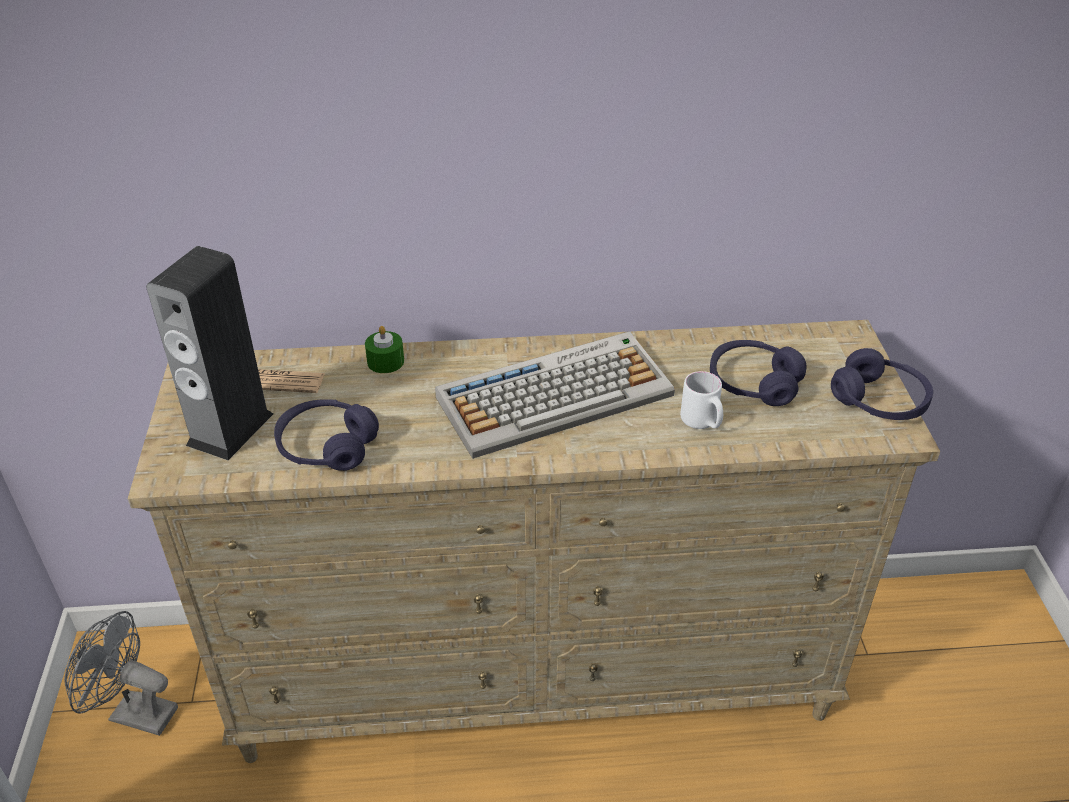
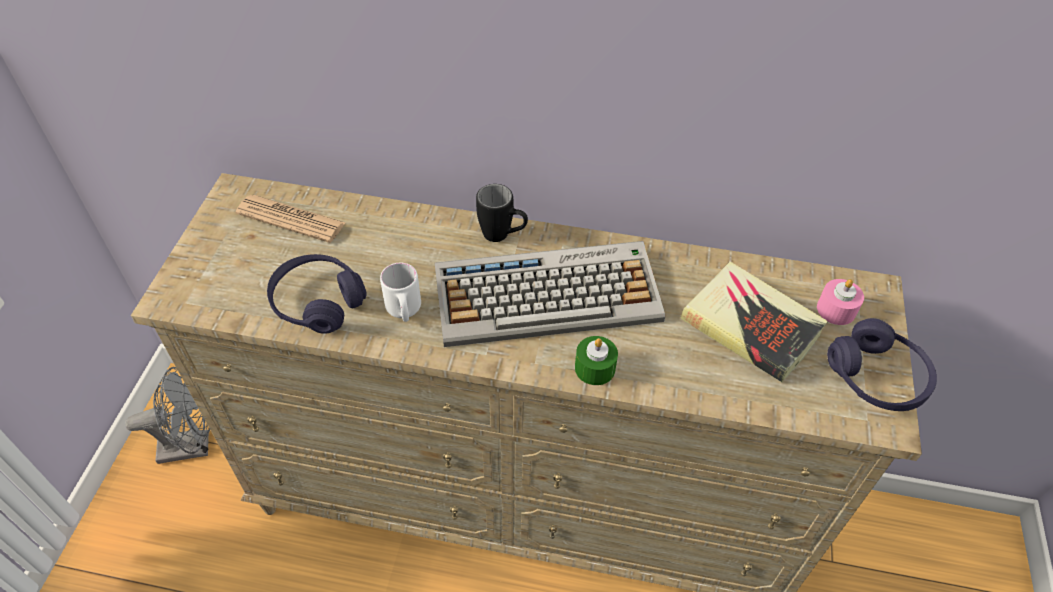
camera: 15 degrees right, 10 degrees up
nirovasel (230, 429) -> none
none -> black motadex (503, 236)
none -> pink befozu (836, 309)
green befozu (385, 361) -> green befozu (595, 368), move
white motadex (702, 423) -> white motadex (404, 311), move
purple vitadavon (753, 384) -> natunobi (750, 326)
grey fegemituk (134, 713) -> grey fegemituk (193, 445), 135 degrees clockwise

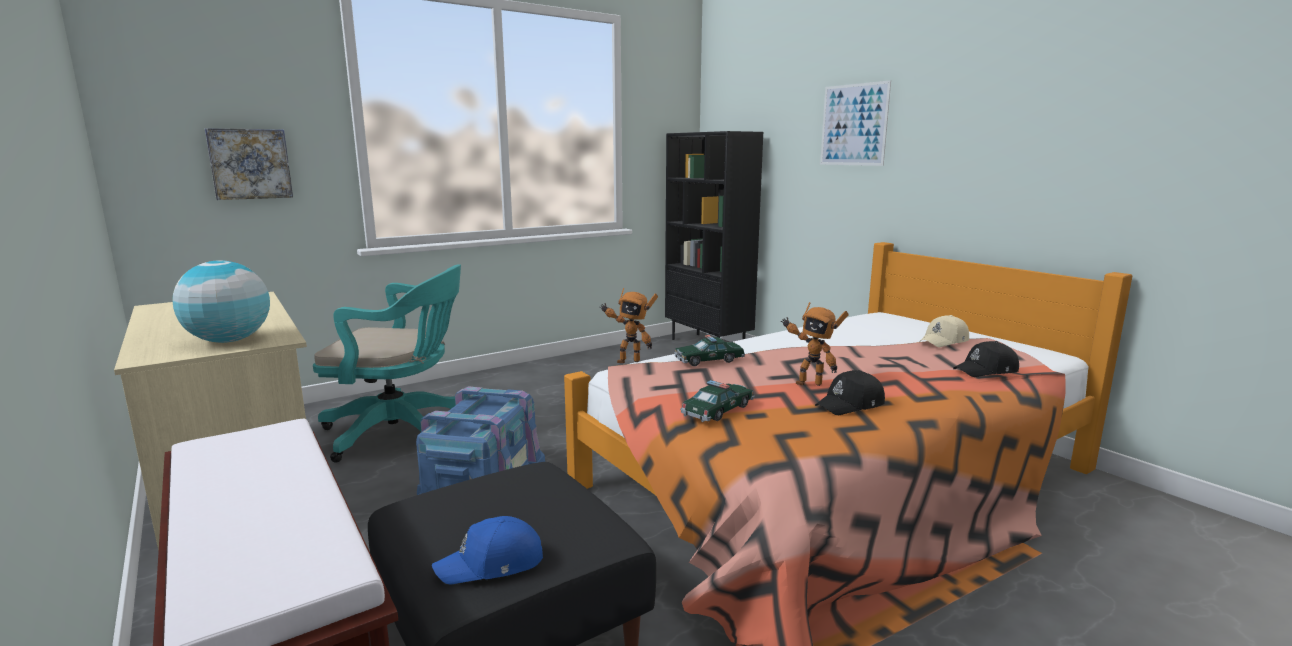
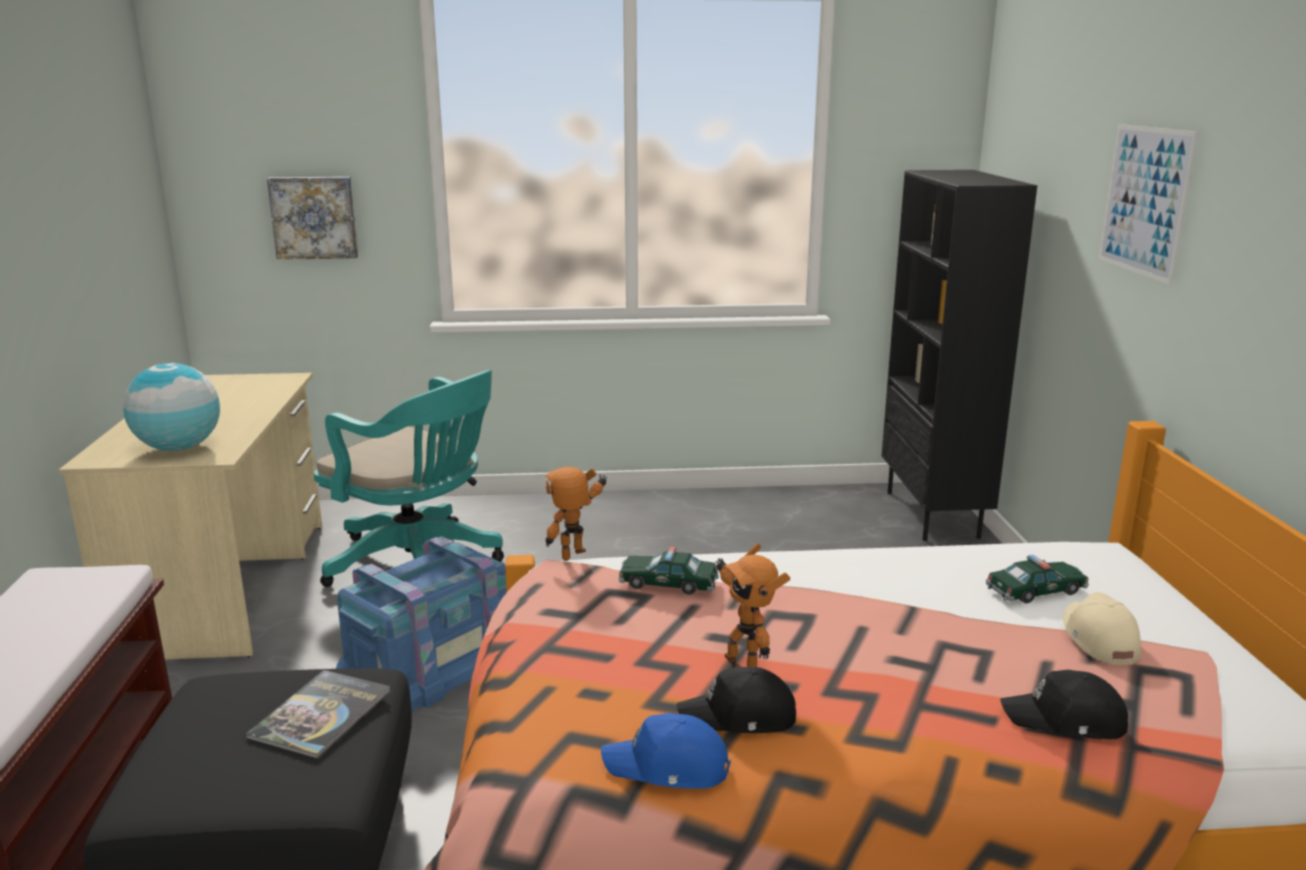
camera: 30 degrees right, 5 degrees up
none -> natunobi (321, 715)
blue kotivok (492, 564) -> blue kotivok (668, 767), move
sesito (718, 410) -> sesito (1036, 591), move
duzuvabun (628, 361) -> duzuvabun (577, 557), 105 degrees clockwise
beige kotivok (944, 341) -> beige kotivok (1097, 639), 90 degrees clockwise

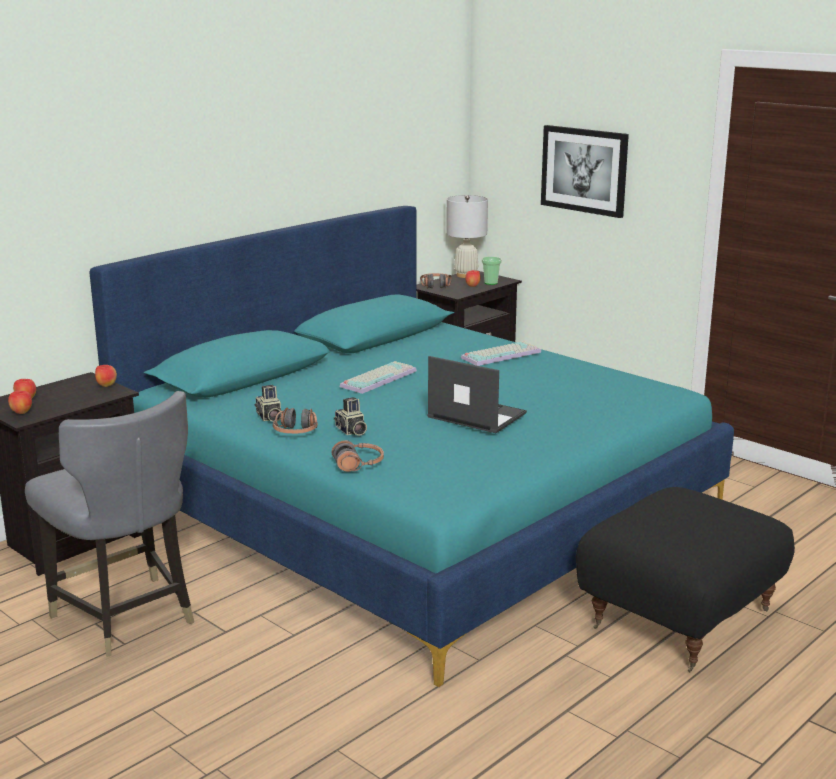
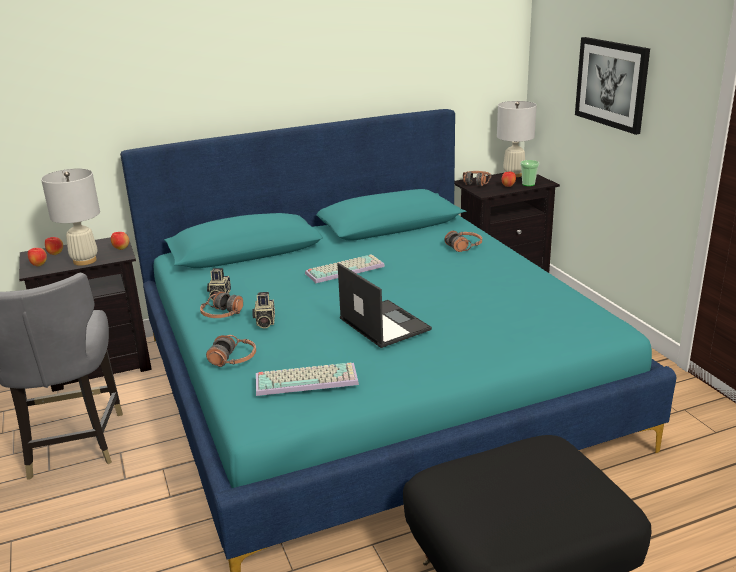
camera: 25 degrees right, 5 degrees up
none -> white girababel (84, 261)
none -> vitadavon (464, 246)
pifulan (501, 354) -> pifulan (307, 379), move

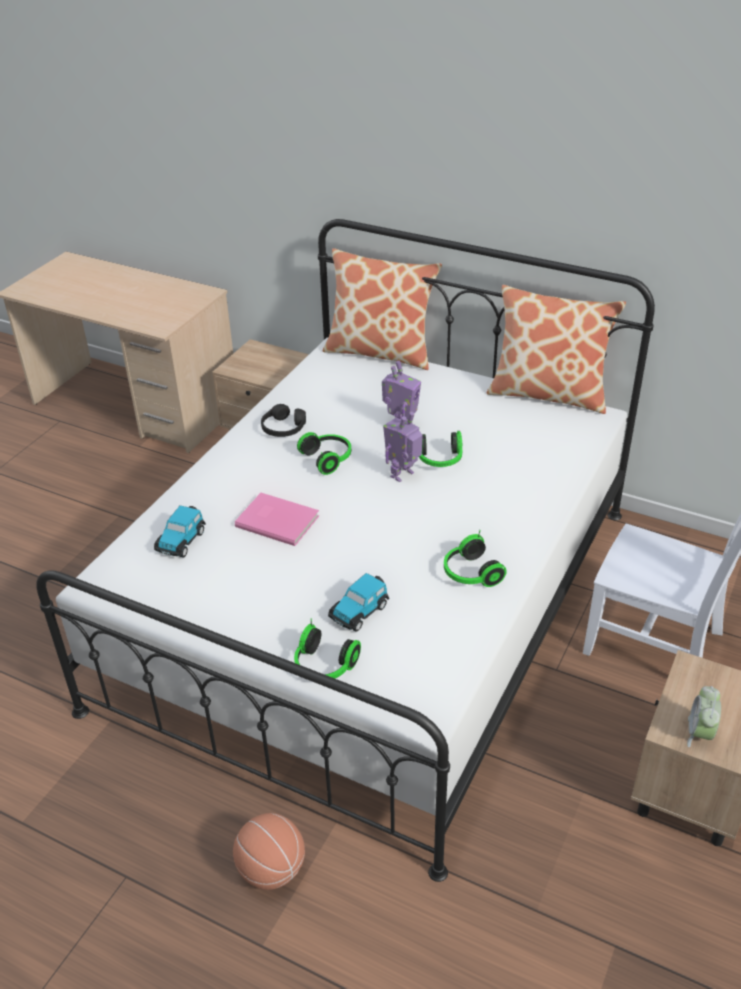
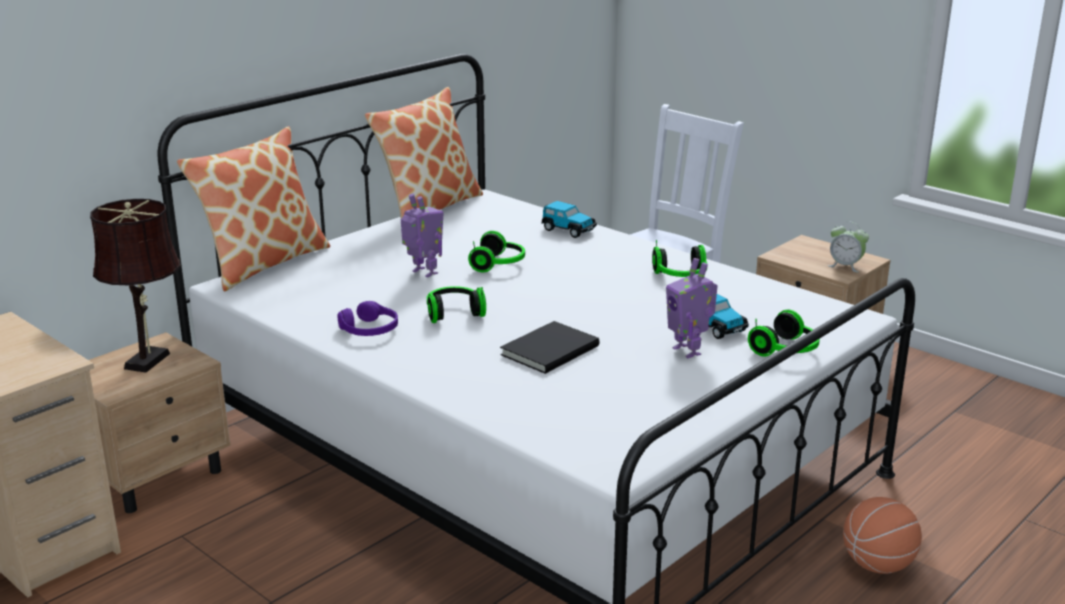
camera: 75 degrees left, 15 degrees down
none -> brown girababel (150, 359)
sesito (181, 540) -> sesito (567, 230), move
duzuvabun (403, 475) -> duzuvabun (688, 351), move
pink natunobi (277, 520) -> black natunobi (547, 350)
black vitadavon (283, 428) -> purple vitadavon (370, 330)

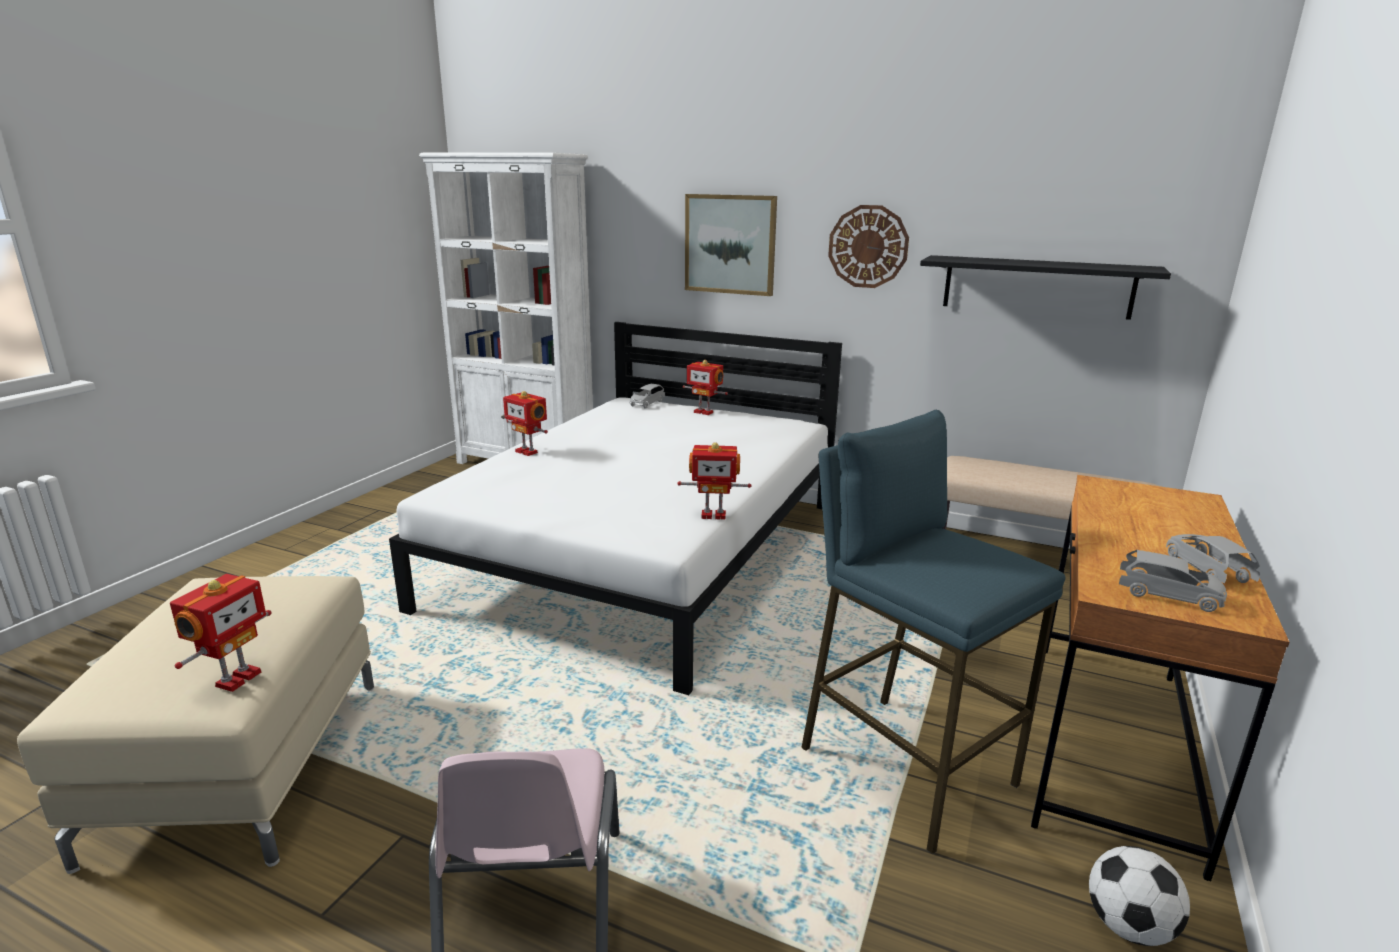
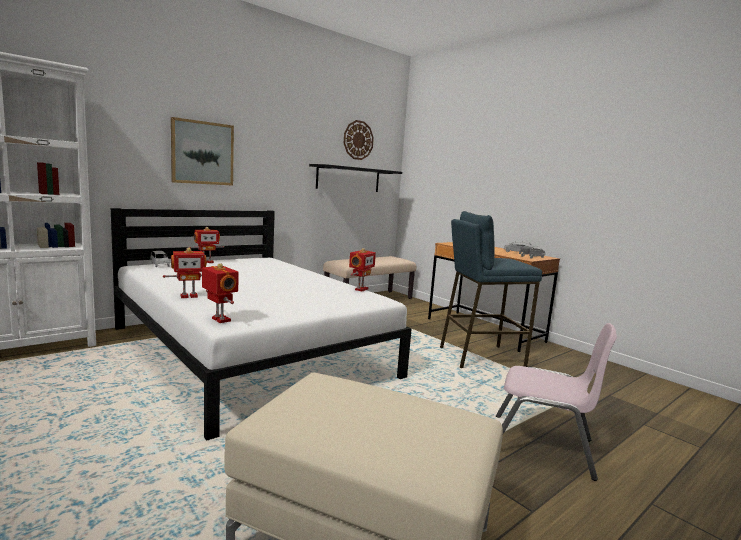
camera: 65 degrees left, 10 degrees down
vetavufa (1129, 926) -> none
duzuvabun (236, 678) -> duzuvabun (220, 320), move
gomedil (868, 246) -> gomedil (358, 140), move

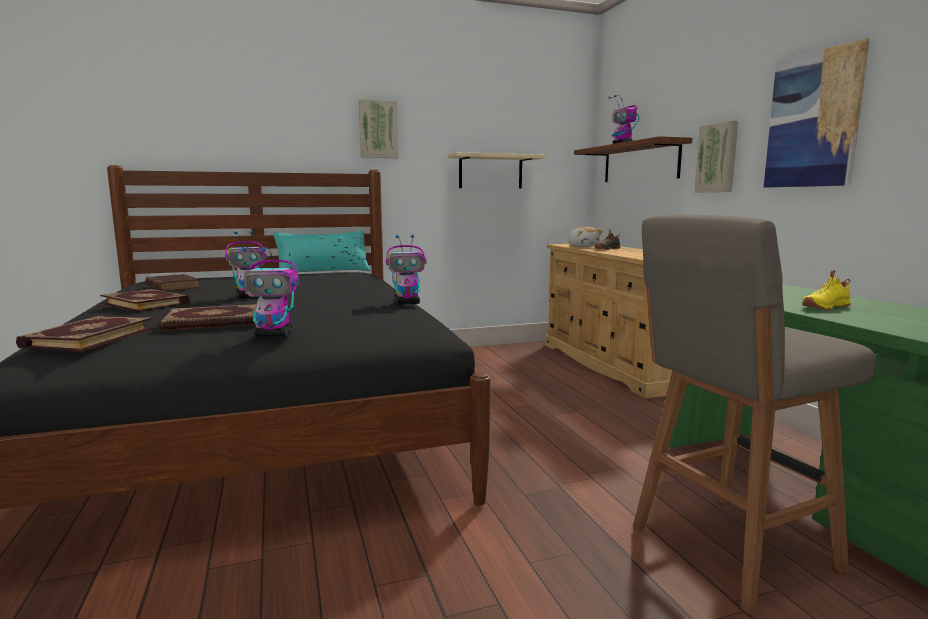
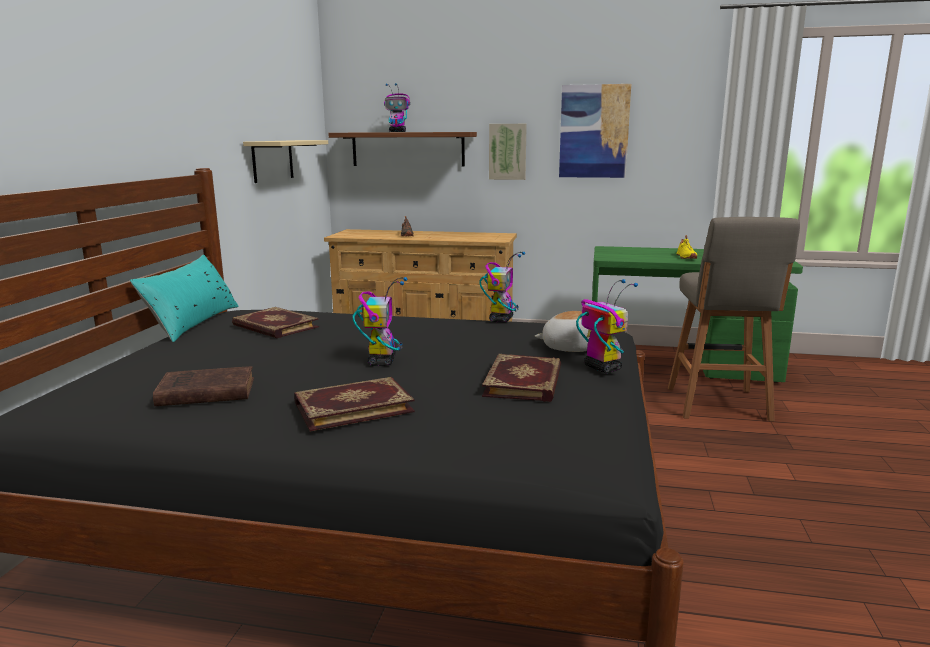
camera: 60 degrees left, 5 degrees up
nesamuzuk (378, 129) -> none
natunobi (88, 337) -> natunobi (274, 326), move
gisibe (583, 246) -> gisibe (568, 347), move
duzuvabun (274, 336) -> duzuvabun (601, 368), 60 degrees counterclockwise

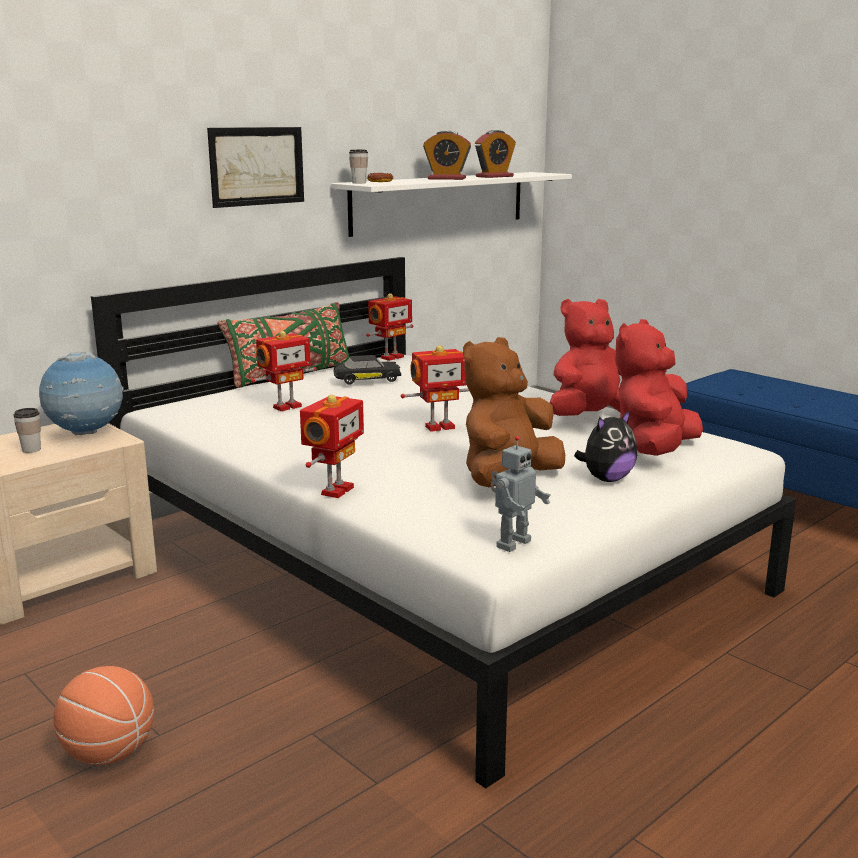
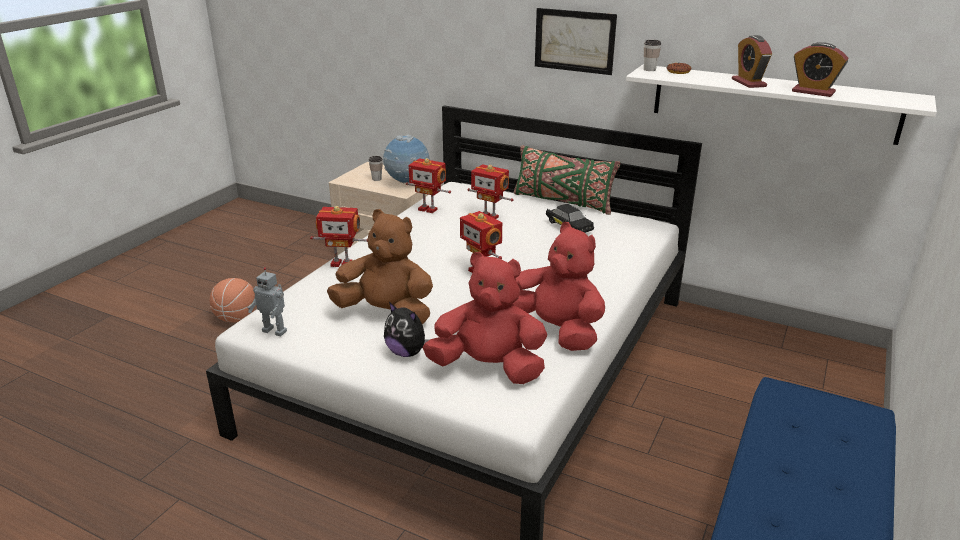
camera: 70 degrees right, 10 degrees up
duzuvabun (391, 357) -> duzuvabun (428, 209), move

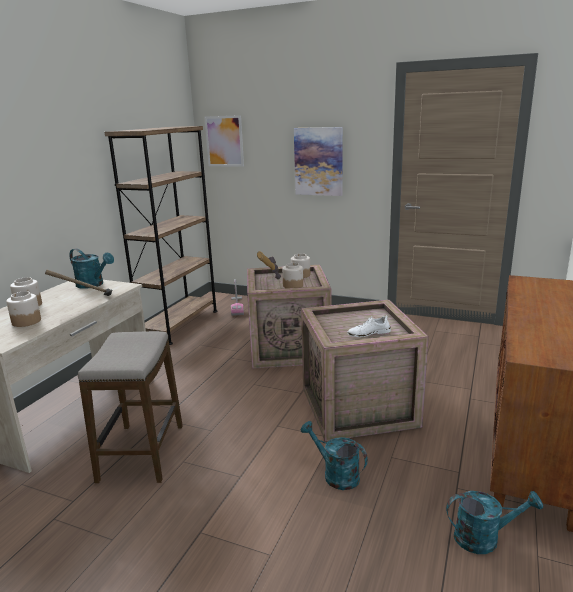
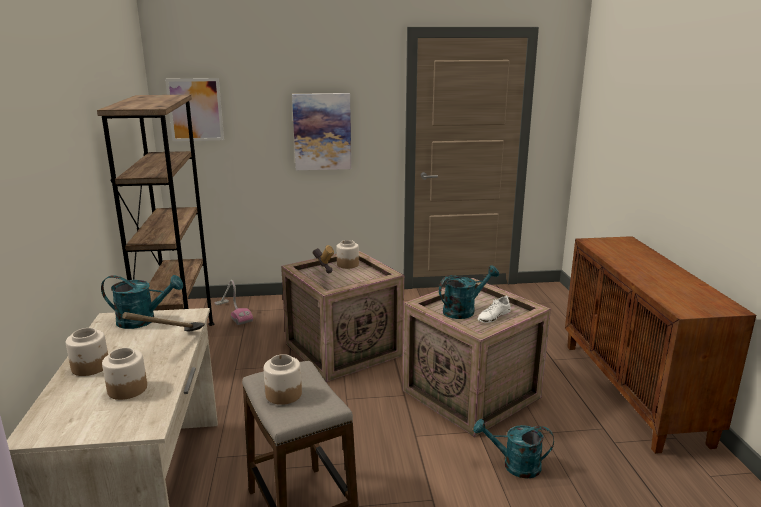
camera: 30 degrees left, 0 degrees up
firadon (293, 285) -> firadon (283, 394), move
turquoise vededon (484, 537) -> turquoise vededon (464, 310), move

